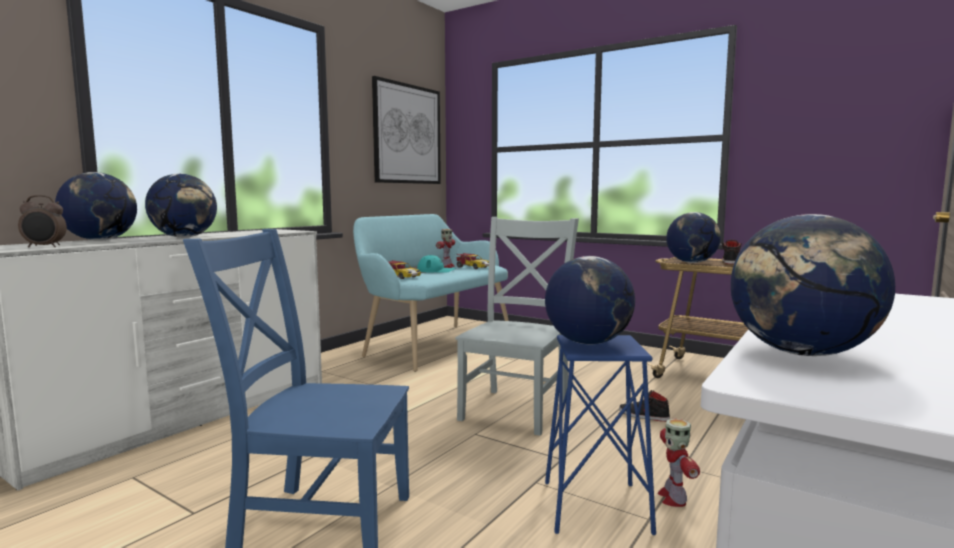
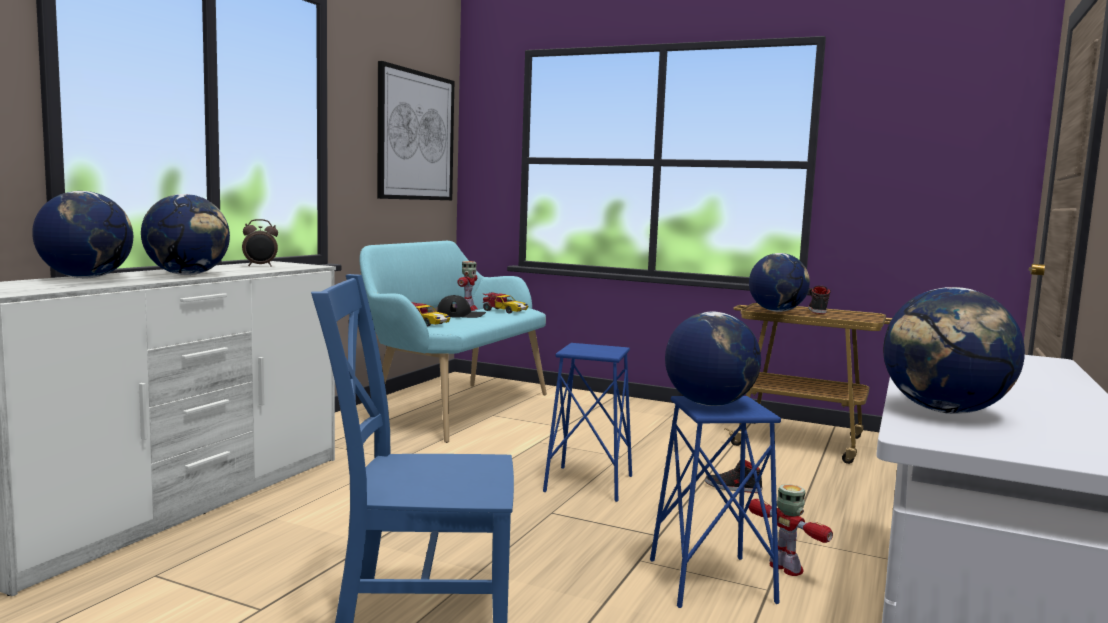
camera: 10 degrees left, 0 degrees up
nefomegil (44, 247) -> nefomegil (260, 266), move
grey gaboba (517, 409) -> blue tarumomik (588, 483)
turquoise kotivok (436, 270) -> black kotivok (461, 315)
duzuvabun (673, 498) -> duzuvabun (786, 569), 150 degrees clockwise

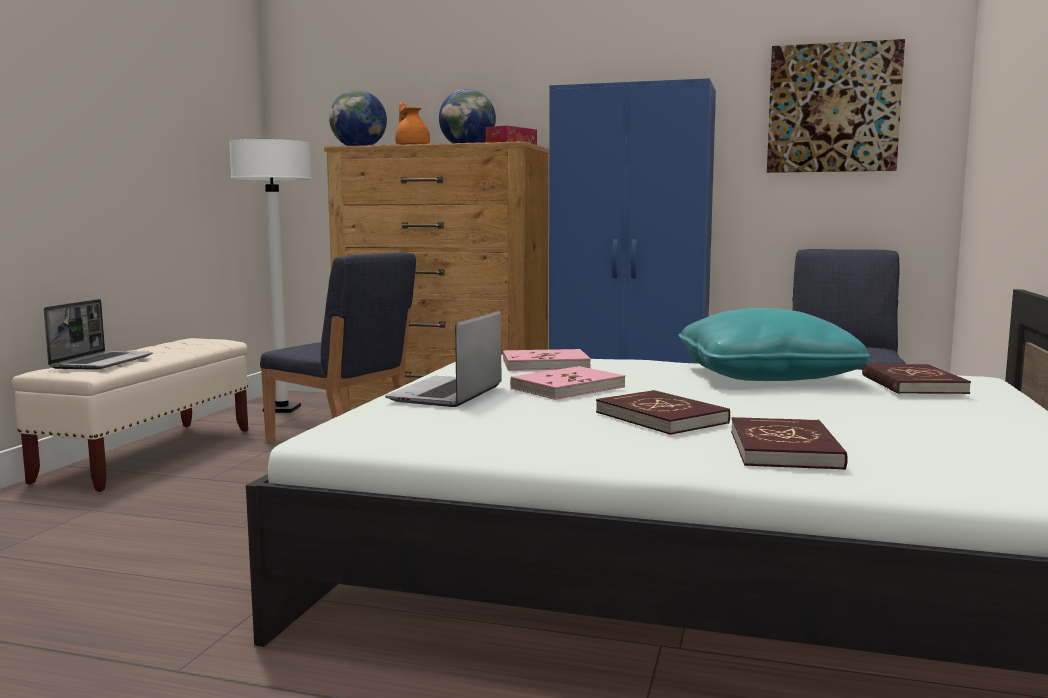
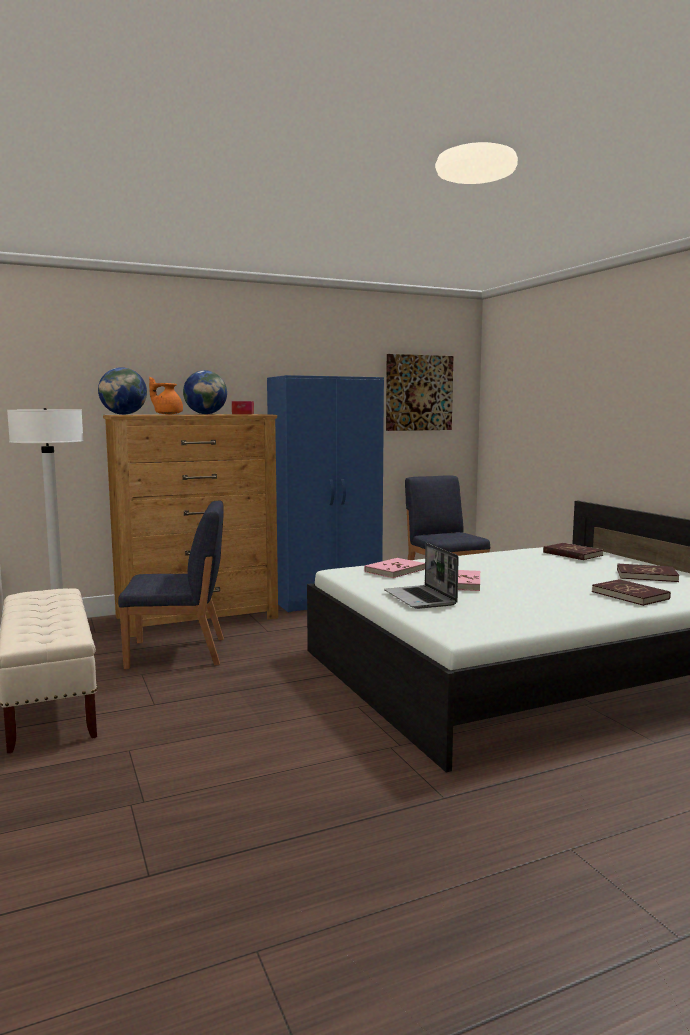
camera: 40 degrees left, 0 degrees up
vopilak (102, 362) -> none
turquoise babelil (765, 377) -> none
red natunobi (661, 418) -> red natunobi (646, 576), move

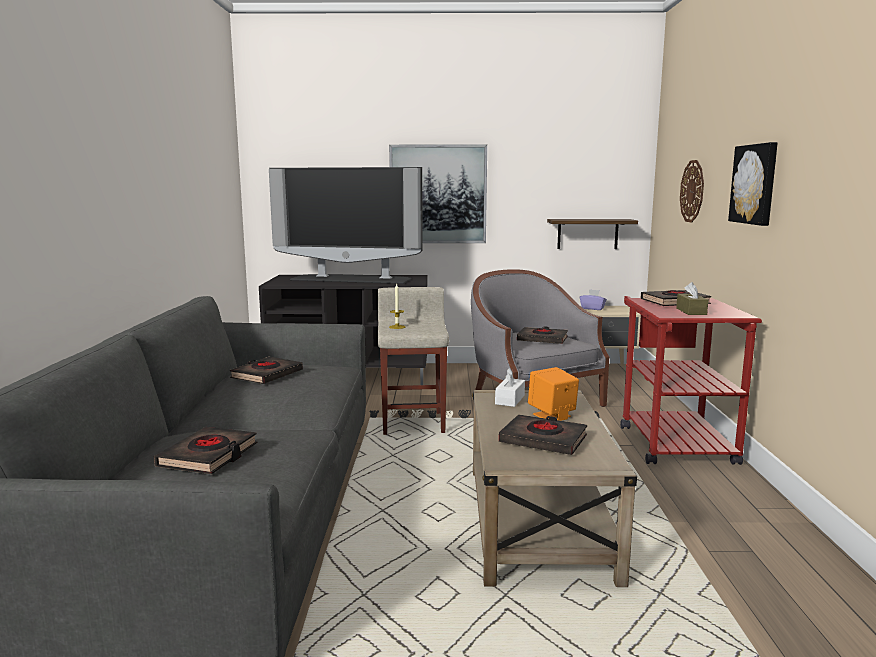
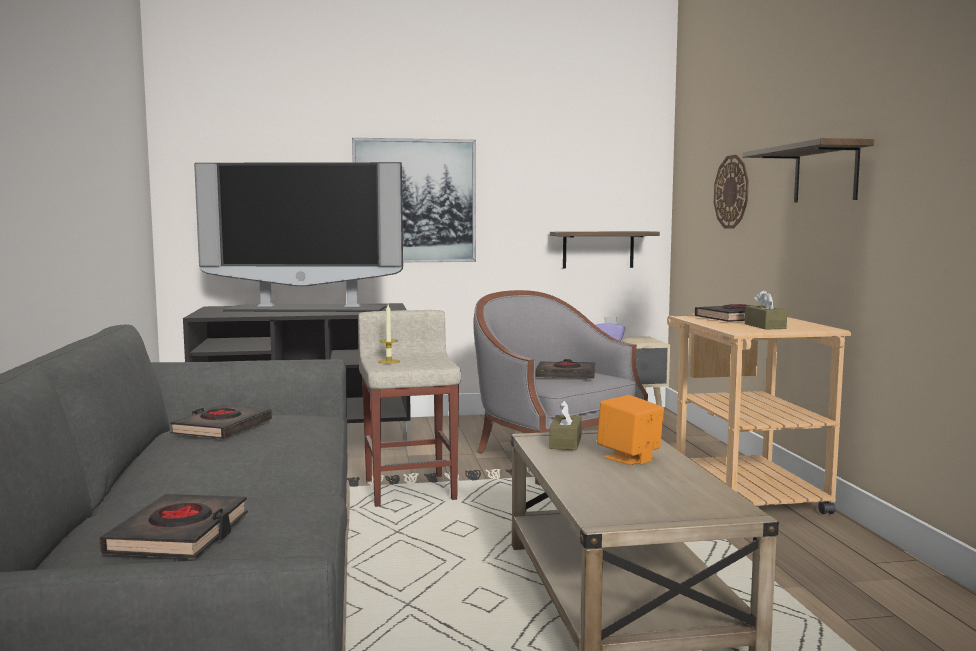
camera: 10 degrees left, 5 degrees down
black natunobi (543, 440) -> none
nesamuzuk (755, 184) -> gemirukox (825, 174)
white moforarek (510, 399) -> brown moforarek (565, 442)
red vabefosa (672, 440) -> beige vabefosa (740, 491)

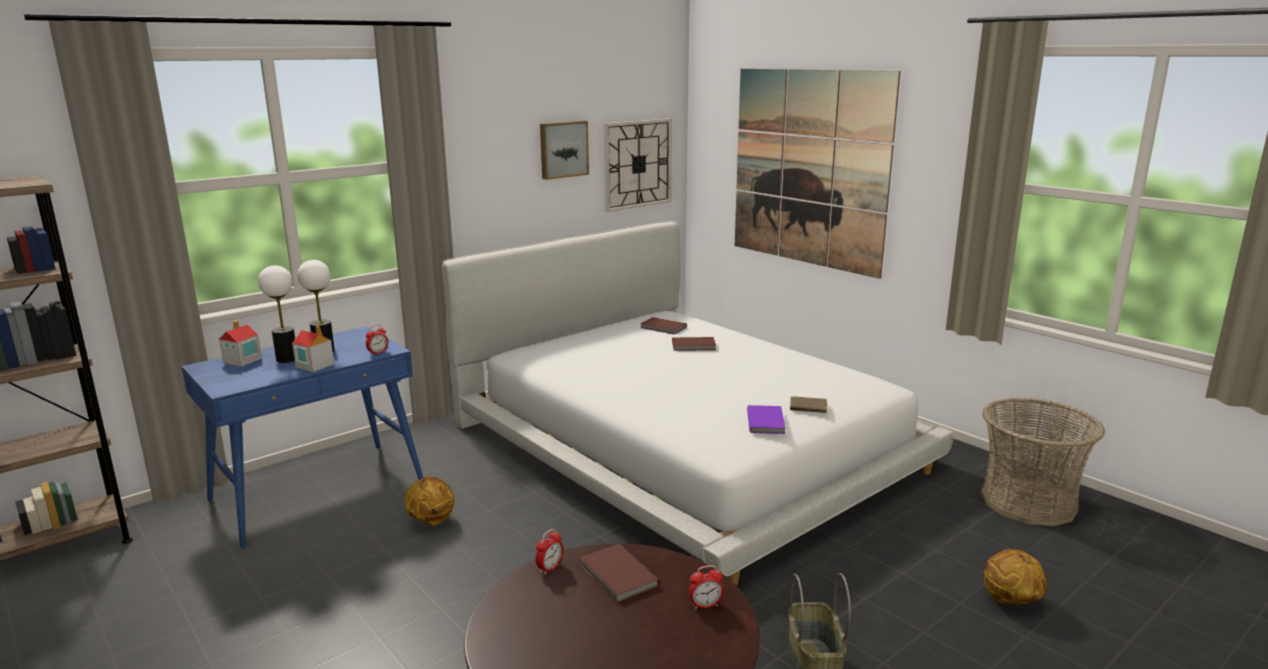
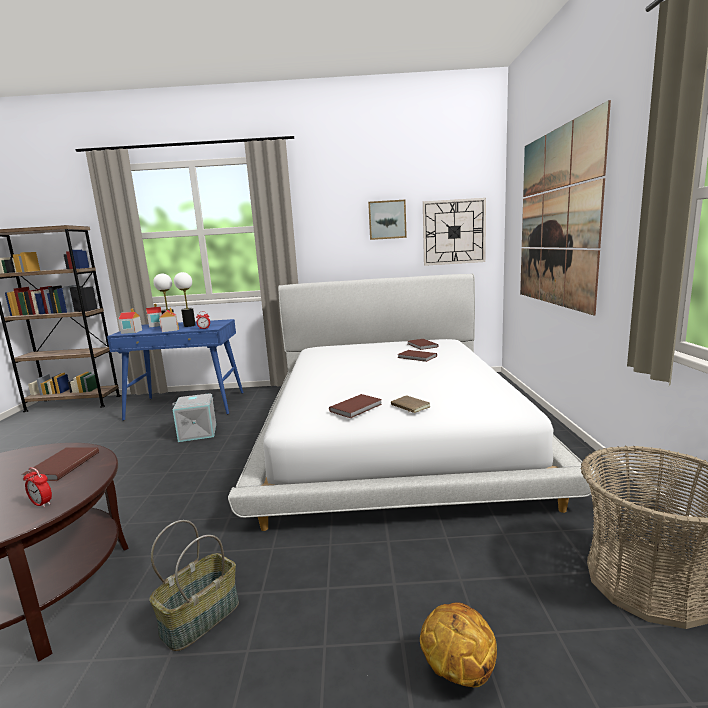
camera: 40 degrees right, 5 degrees down
nefomegil (550, 568) -> none
none -> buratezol (131, 332)
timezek (431, 521) -> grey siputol (198, 432)
purple natunobi (767, 421) -> brown natunobi (357, 408)

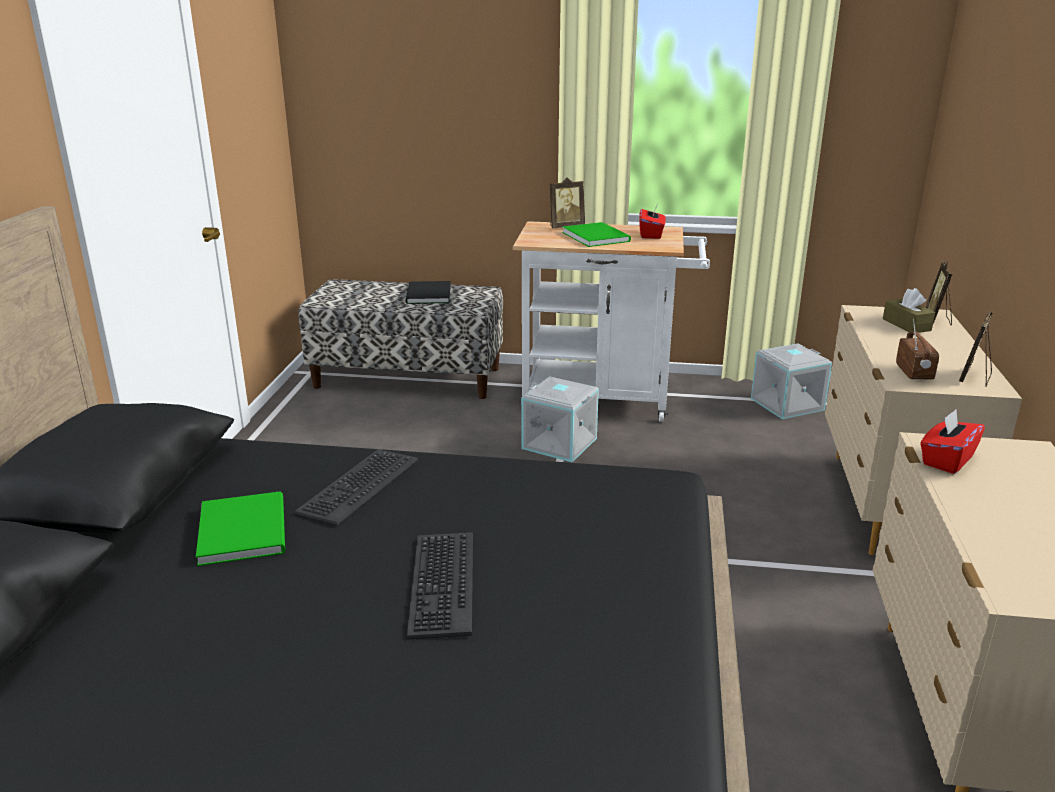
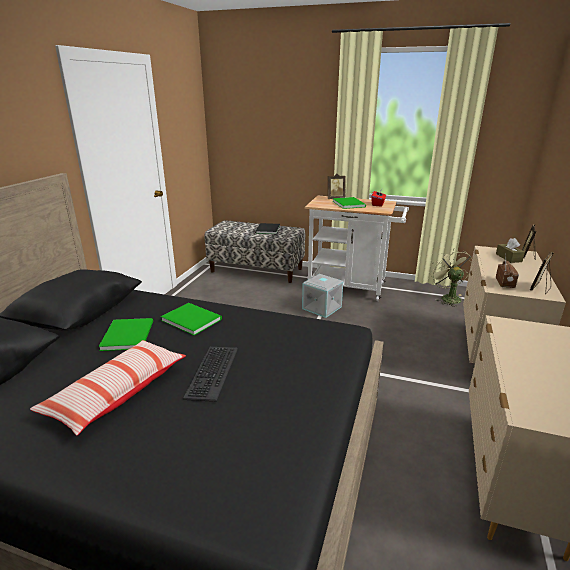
camera: 10 degrees right, 0 degrees up
red moforarek (946, 460) -> none
none -> babelil (117, 393)
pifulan (358, 486) -> green natunobi (191, 319)
grey siputol (787, 405) -> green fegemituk (447, 297)

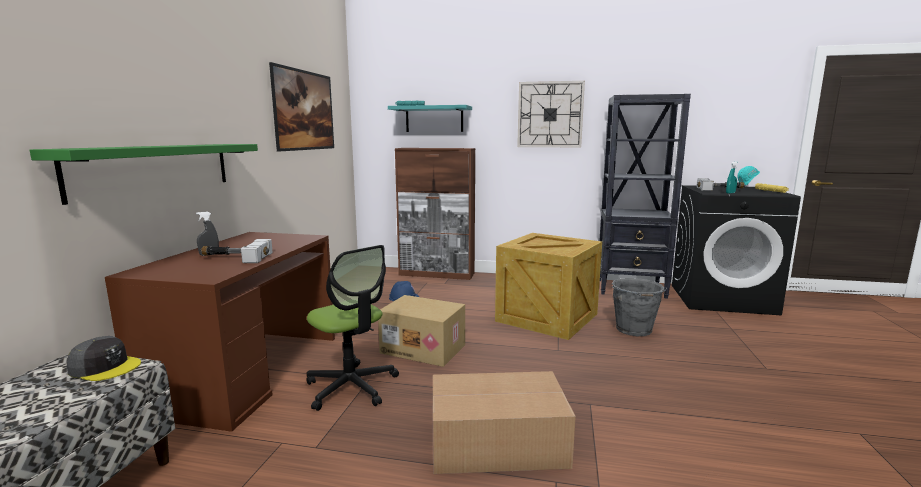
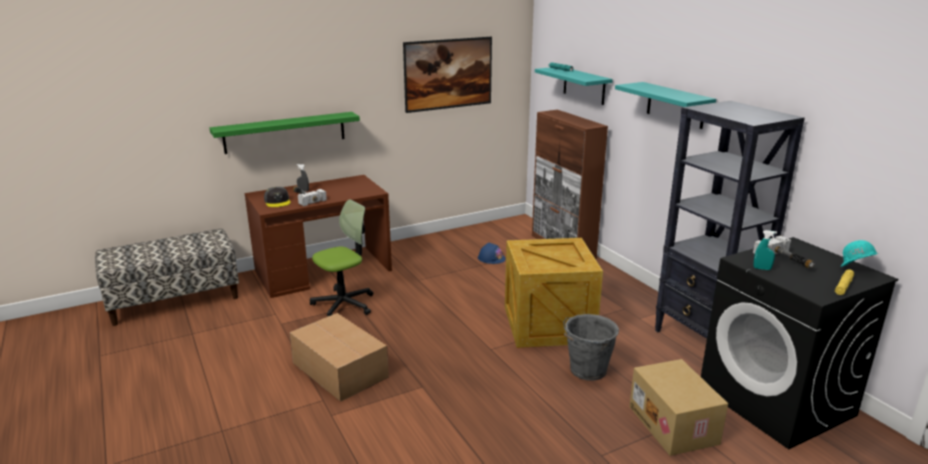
camera: 50 degrees right, 10 degrees up
grey kotivok (105, 367) -> grey kotivok (277, 202), move
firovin (424, 348) -> firovin (674, 425), move
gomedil (550, 114) -> turquoise gemirukox (675, 105)
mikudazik (351, 387) -> mikudazik (344, 304), 135 degrees counterclockwise

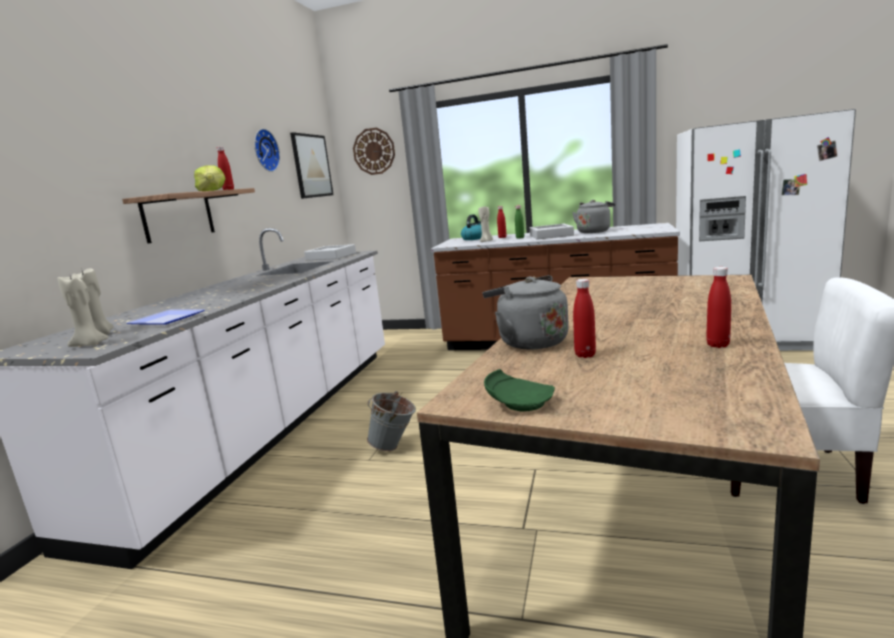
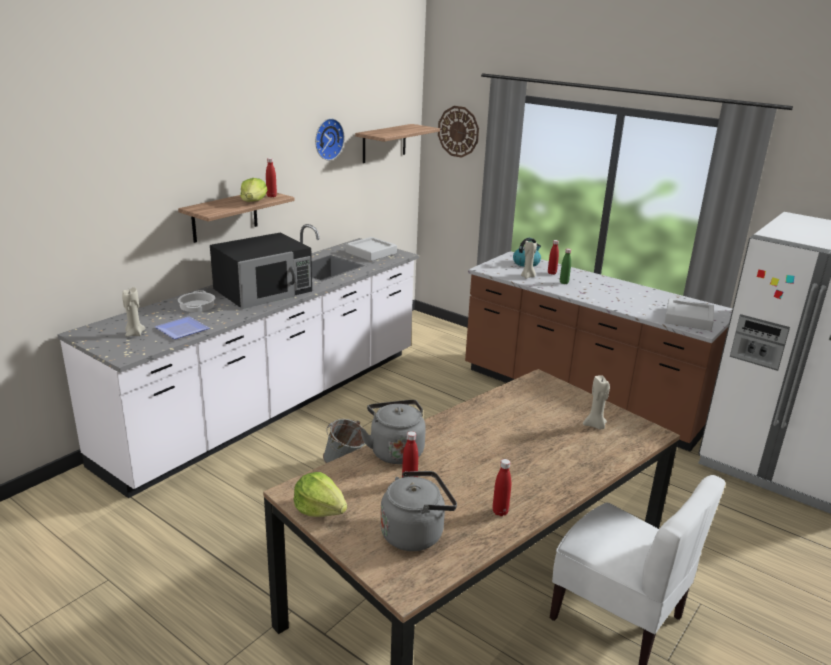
camera: 20 degrees right, 10 degrees up
none -> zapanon (196, 305)
none -> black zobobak (264, 290)
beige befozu (90, 345) -> beige befozu (595, 425), move
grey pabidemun (551, 235) -> grey pabidemun (688, 319), move
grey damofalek (594, 231) -> grey damofalek (415, 533), move
nesamuzuk (311, 166) -> gemirukox (384, 143)
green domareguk (519, 403) -> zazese (320, 509)

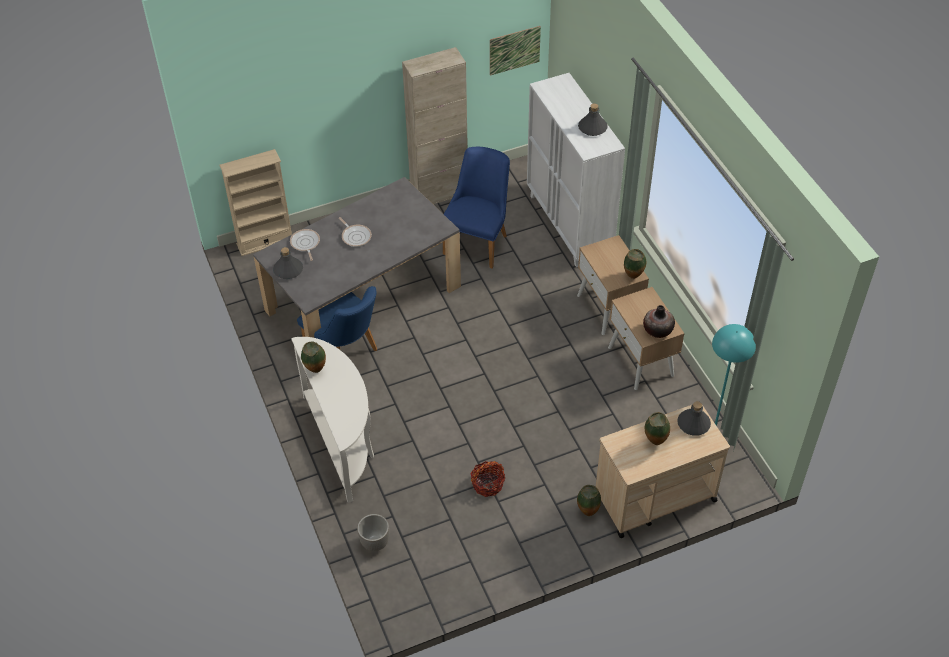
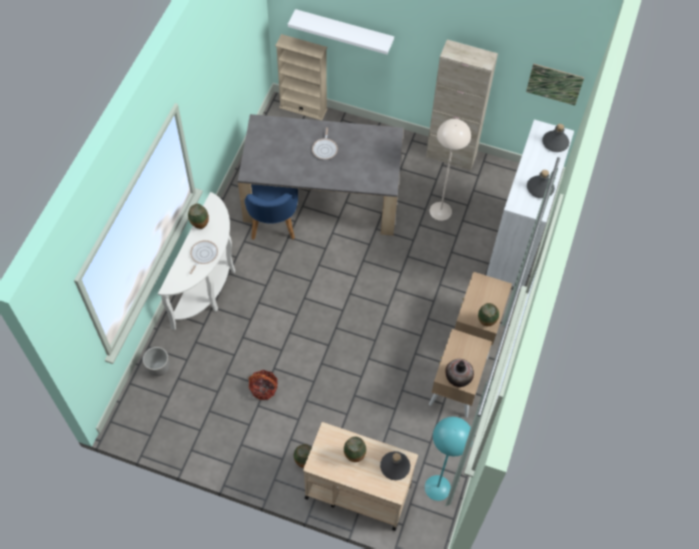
camera: 40 degrees right, 10 degrees up
none -> white gemirukox (344, 30)
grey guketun (288, 270) -> grey guketun (555, 143), move
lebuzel (305, 244) -> lebuzel (203, 255), move
blue gaboba (479, 241) -> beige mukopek (441, 211)

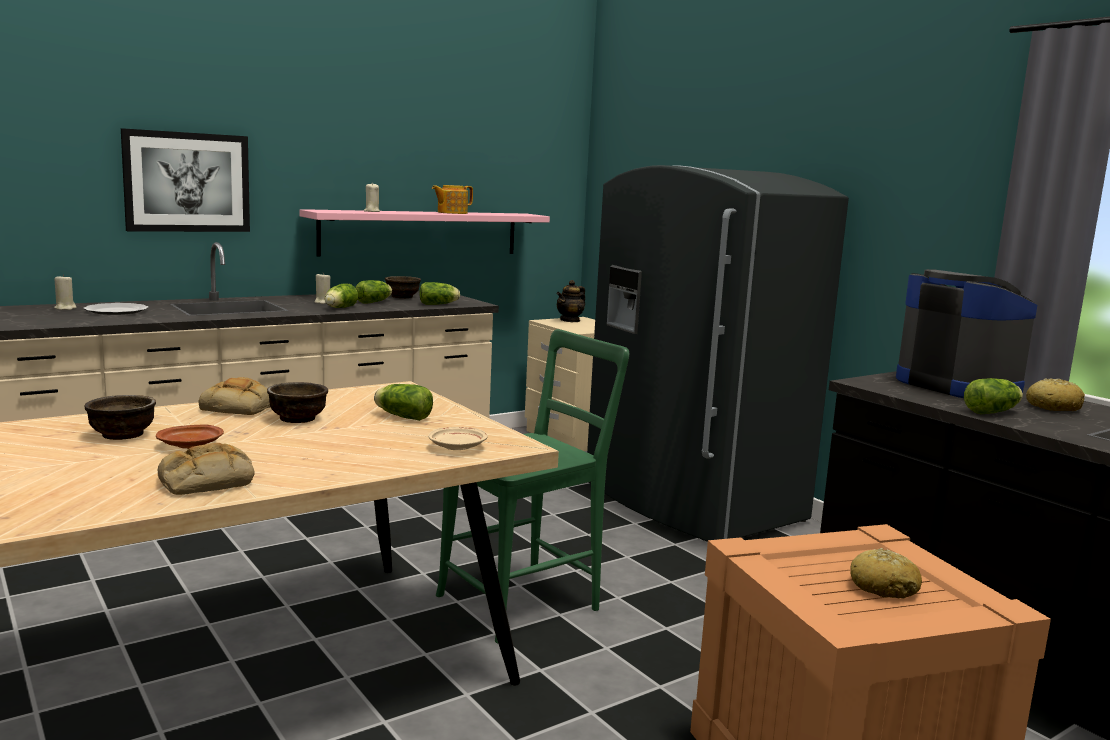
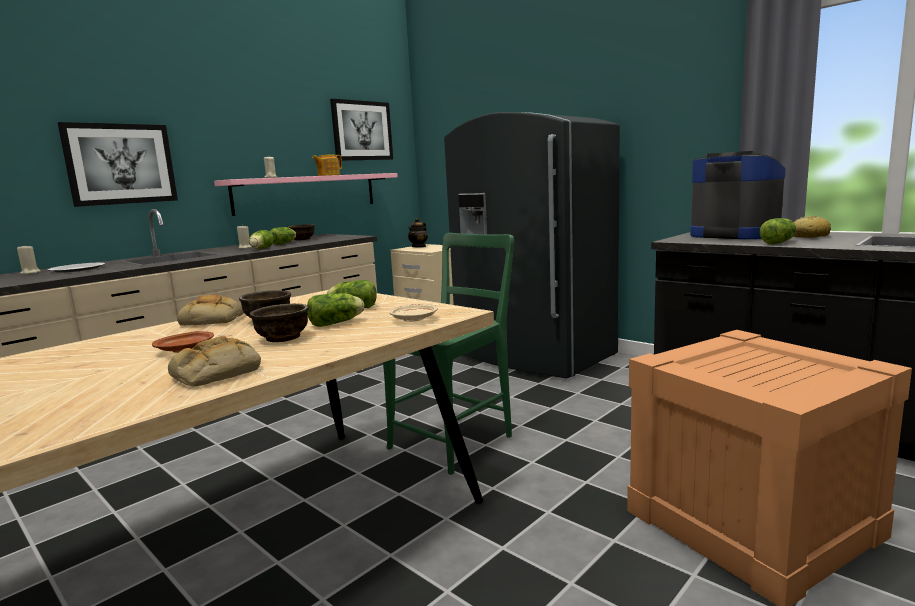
camera: 10 degrees left, 0 degrees up
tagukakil (883, 587) -> none
none -> nesamuzuk (362, 131)
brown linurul (123, 435) -> brown linurul (283, 338), move
zazese (439, 304) -> zazese (338, 323), move

